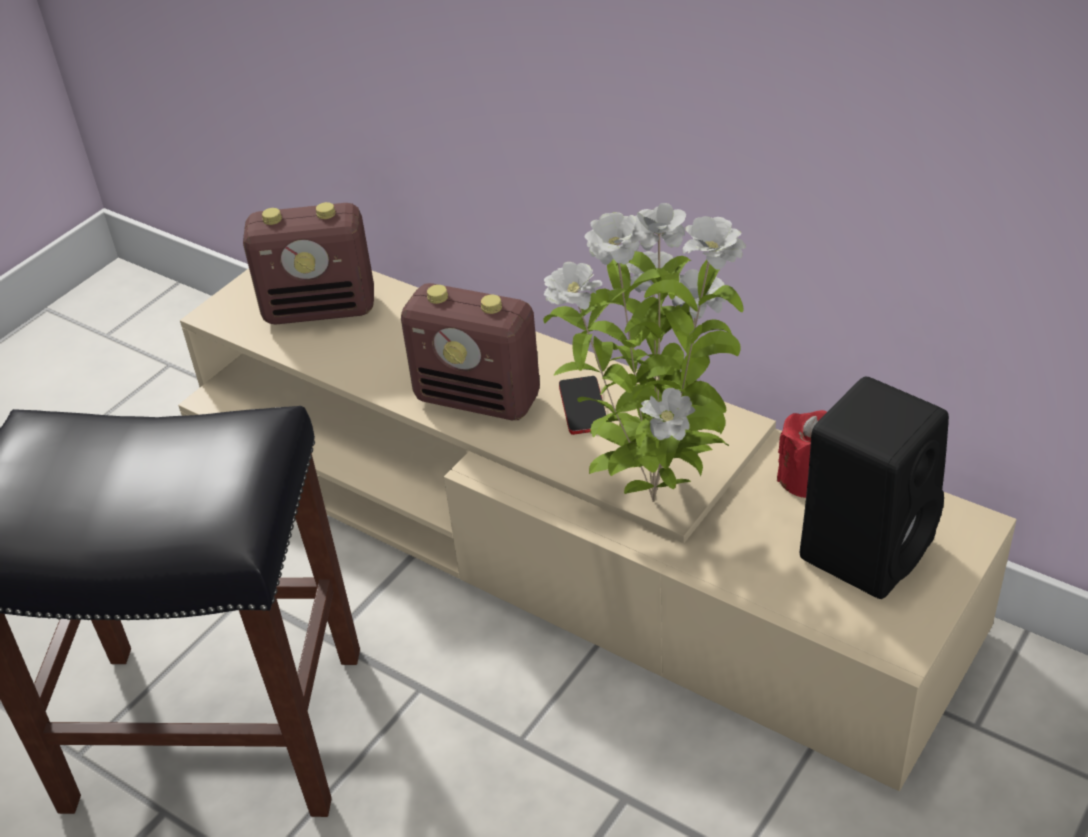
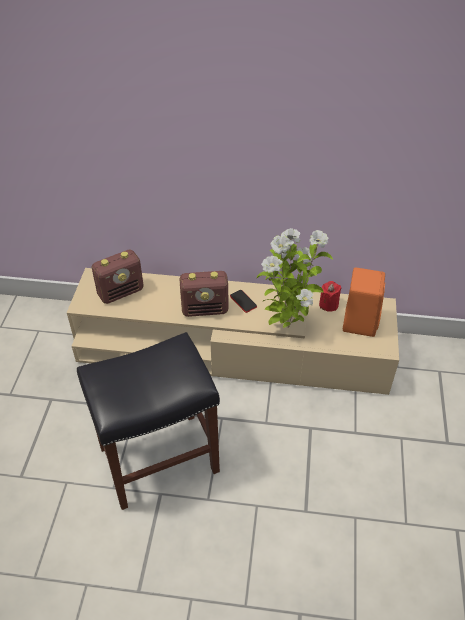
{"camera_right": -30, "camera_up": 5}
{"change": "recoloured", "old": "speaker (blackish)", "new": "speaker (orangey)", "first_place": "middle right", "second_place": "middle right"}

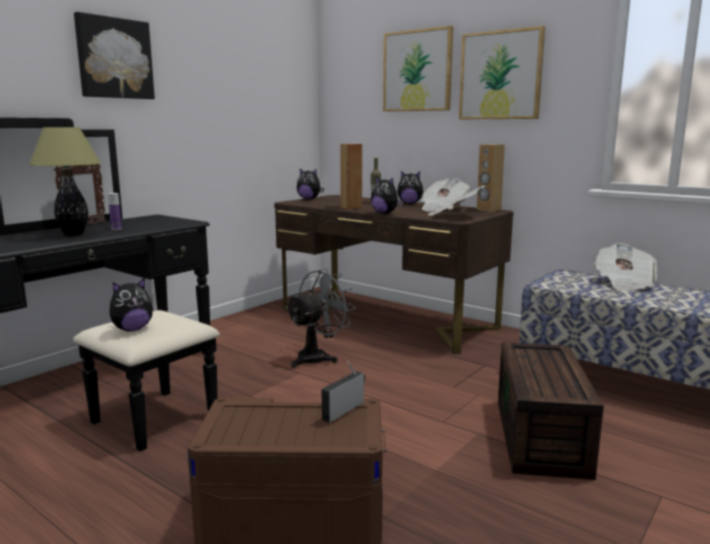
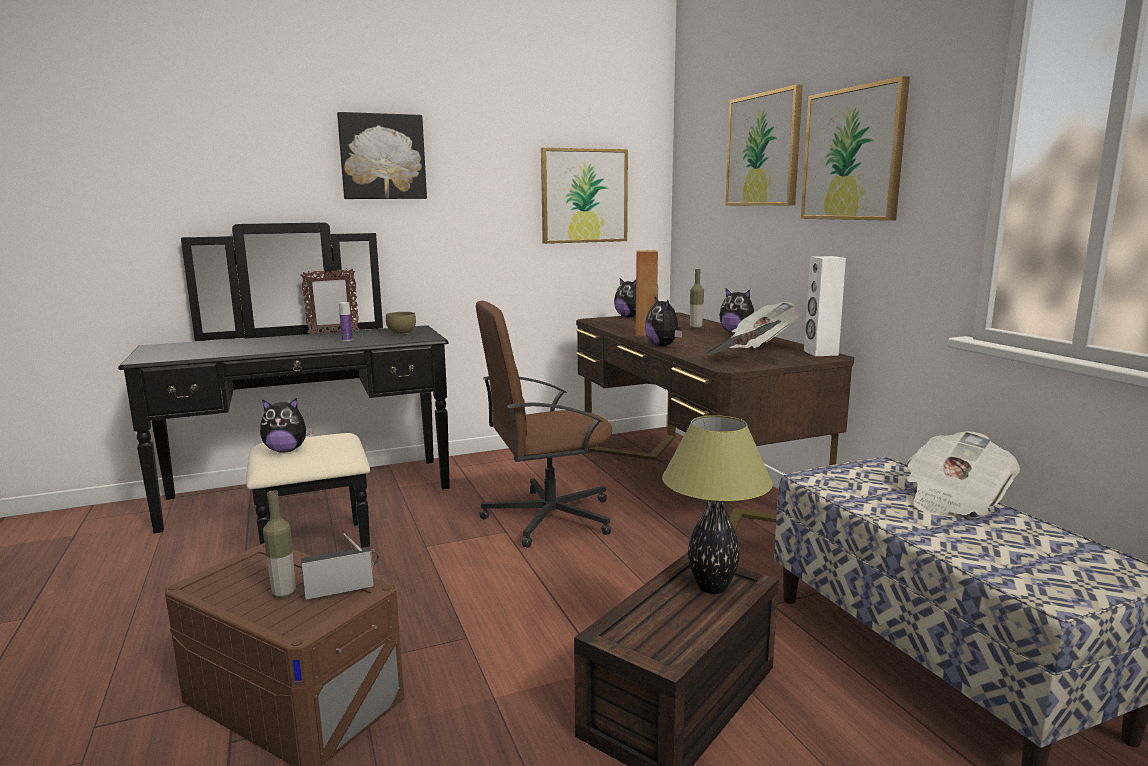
{"camera_right": 30, "camera_up": 0}
{"change": "added", "new": "bottle (1st from left)", "second_place": "bottom left"}
{"change": "added", "new": "bowl (brownish)", "second_place": "centre"}
{"change": "replaced", "old": "fan (greyish)", "new": "desk chair (brownish)", "first_place": "centre", "second_place": "centre"}
{"change": "added", "new": "wall art (2nd from left)", "second_place": "top centre"}
{"change": "moved", "old": "table lamp", "first_place": "top left", "second_place": "centre"}
{"change": "recoloured", "old": "speaker (brownish) (2nd from left)", "new": "speaker (whitish)", "first_place": "top right", "second_place": "middle right"}

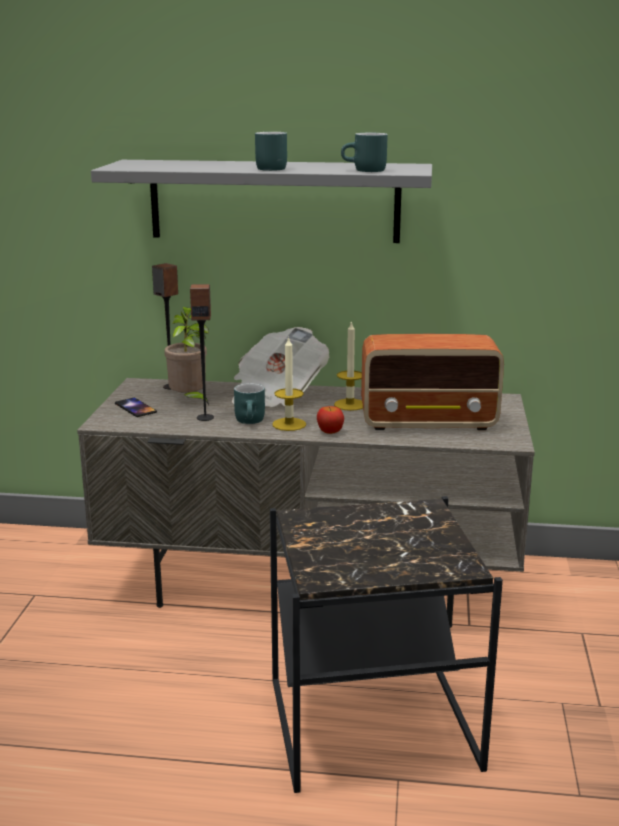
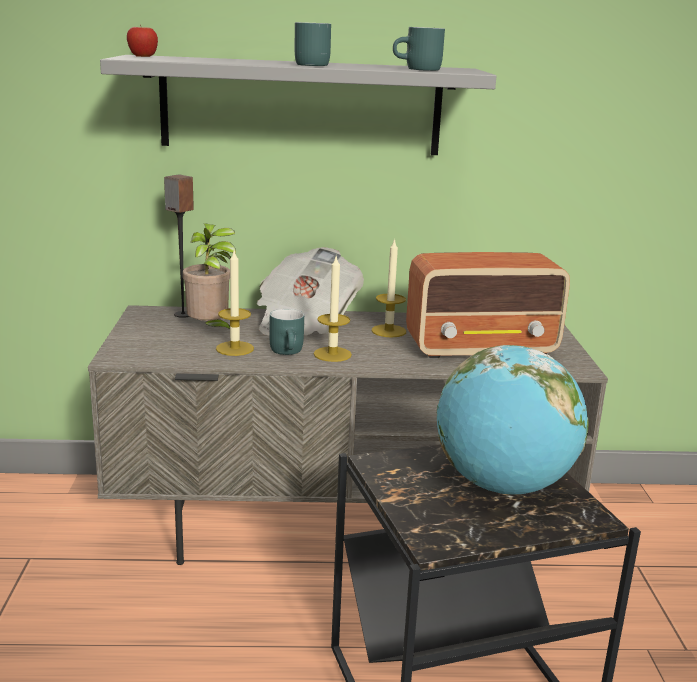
{"camera_right": -10, "camera_up": 0}
{"change": "moved", "old": "apple fruit", "first_place": "centre", "second_place": "top left"}
{"change": "replaced", "old": "speaker (2nd from left)", "new": "wax light (1st from left)", "first_place": "middle left", "second_place": "centre"}
{"change": "added", "new": "globe", "second_place": "middle right"}
{"change": "removed", "old": "handset", "first_place": "middle left"}

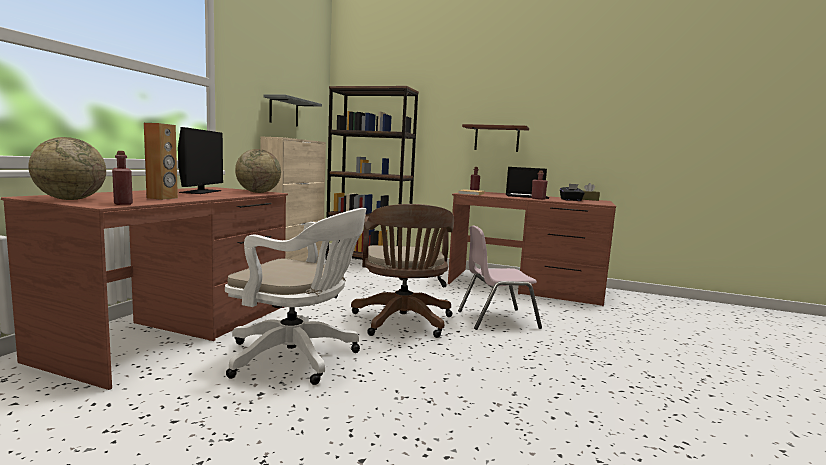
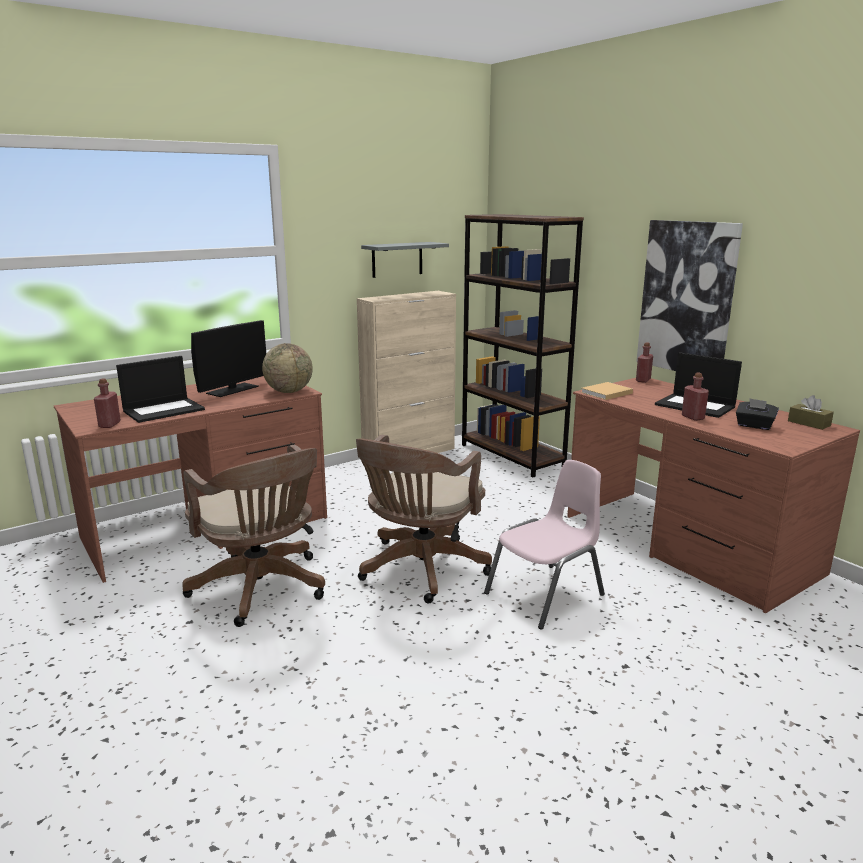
{"camera_right": 35, "camera_up": 10}
{"change": "replaced", "old": "speaker (brownish)", "new": "portable computer (1st from left)", "first_place": "middle left", "second_place": "middle left"}
{"change": "recoloured", "old": "desk chair (whitish)", "new": "desk chair (brownish) (1st from left)", "first_place": "centre", "second_place": "middle left"}
{"change": "turned", "old": "chair (pink-coloured)", "first_place": "centre", "second_place": "centre", "degrees": 120}
{"change": "replaced", "old": "wall shelf (brownish)", "new": "wall art", "first_place": "top centre", "second_place": "middle right"}
{"change": "removed", "old": "globe (1st from left)", "first_place": "middle left"}

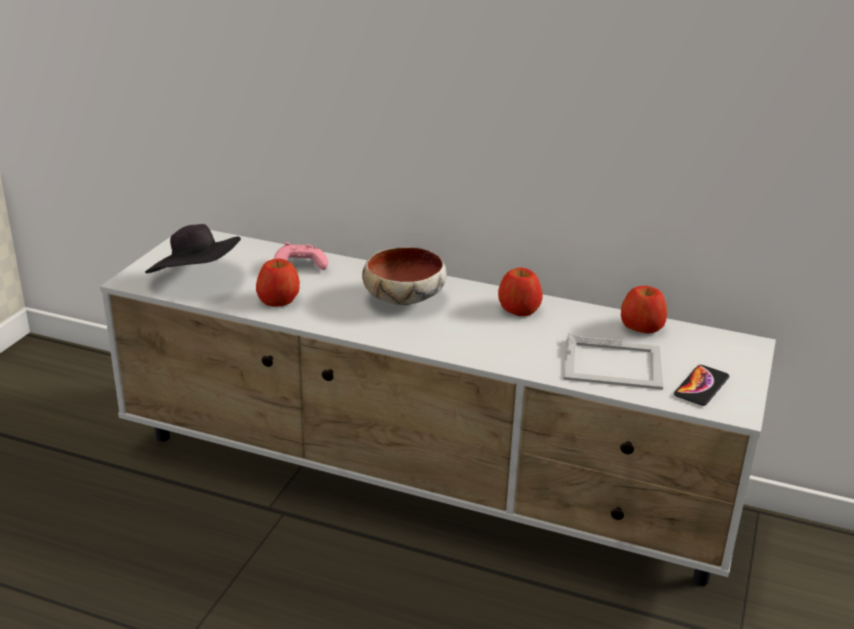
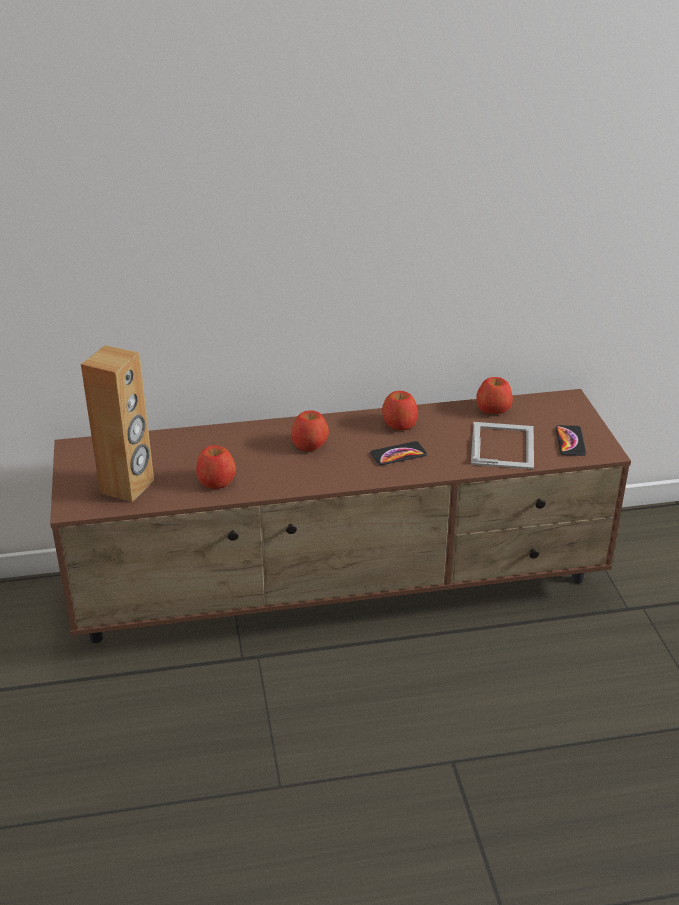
{"camera_right": -30, "camera_up": 5}
{"change": "recoloured", "old": "tv stand (whitish)", "new": "tv stand (brownish)", "first_place": "centre", "second_place": "centre"}
{"change": "replaced", "old": "wearable hat (blackish)", "new": "speaker (brownish)", "first_place": "middle left", "second_place": "middle left"}
{"change": "replaced", "old": "bowl", "new": "apple fruit (2nd from left)", "first_place": "centre", "second_place": "centre"}
{"change": "added", "new": "handset (1st from left)", "second_place": "centre"}
{"change": "turned", "old": "standing frame", "first_place": "middle right", "second_place": "middle right", "degrees": -60}
{"change": "removed", "old": "joypad (pink-coloured)", "first_place": "centre"}

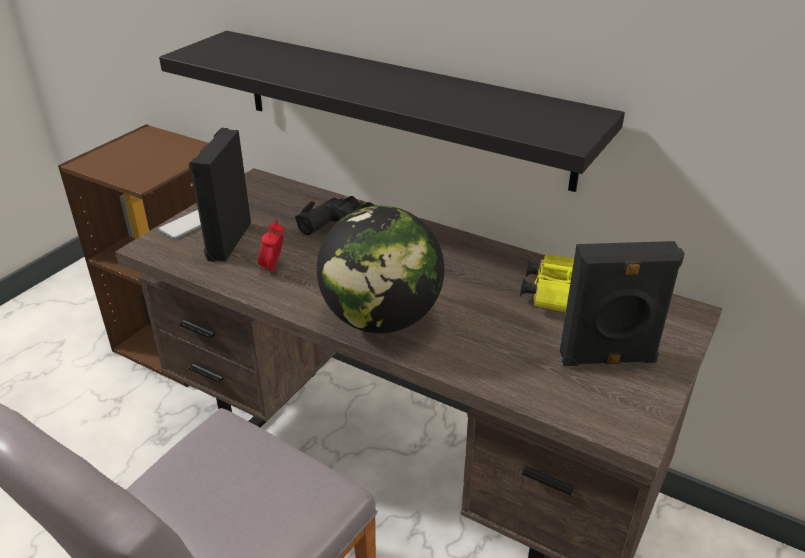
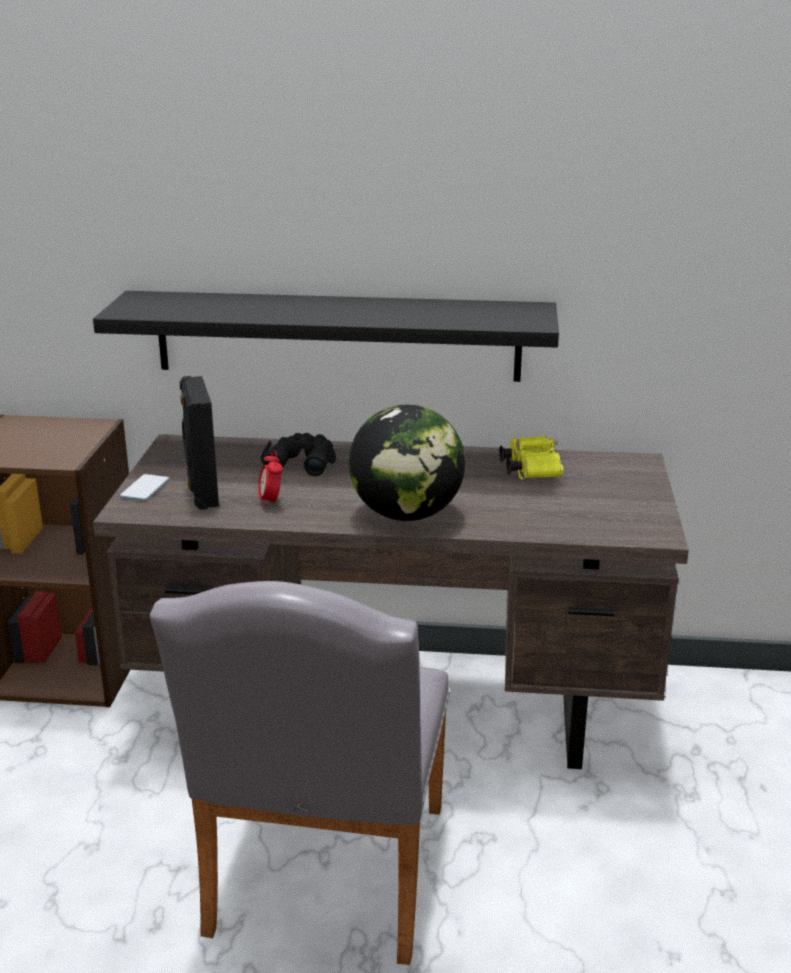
{"camera_right": -25, "camera_up": -10}
{"change": "removed", "old": "speaker (blackish) (2nd from left)", "first_place": "middle right"}

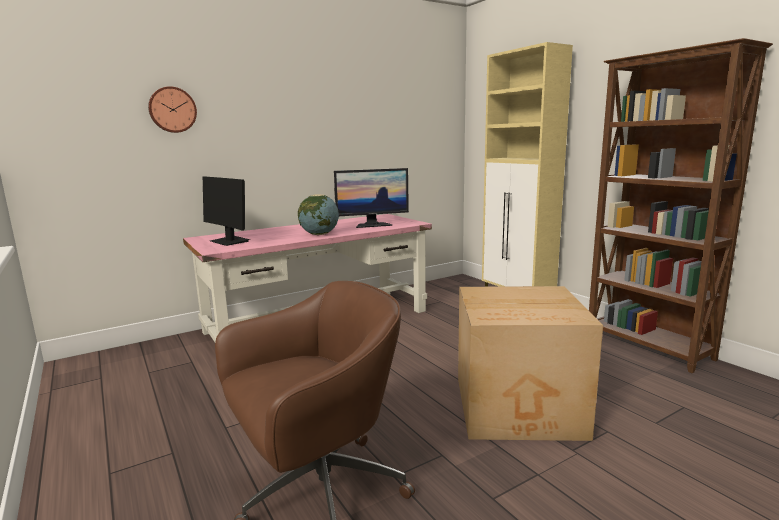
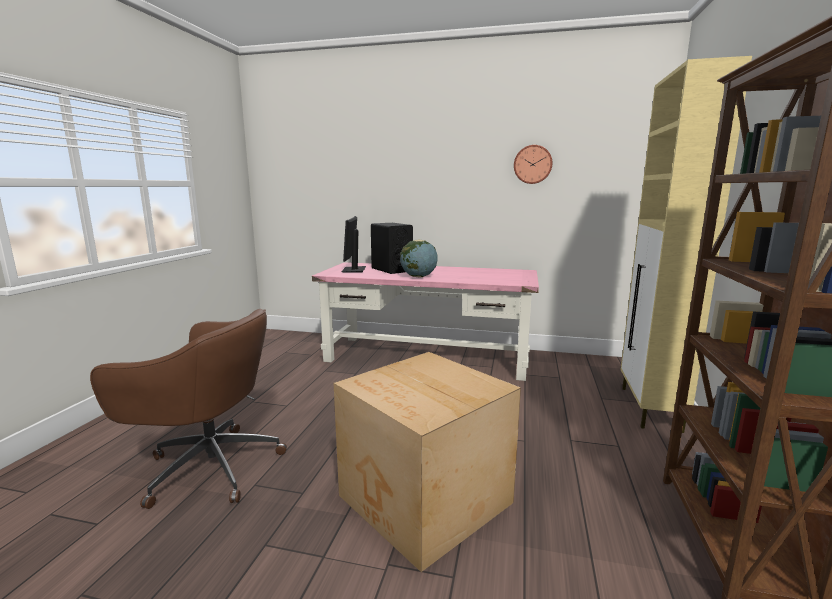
{"camera_right": 45, "camera_up": 0}
{"change": "added", "new": "speaker (blackish)", "second_place": "centre"}
{"change": "moved", "old": "clock on the wall", "first_place": "top left", "second_place": "top centre"}
{"change": "removed", "old": "computer display (2nd from left)", "first_place": "centre"}

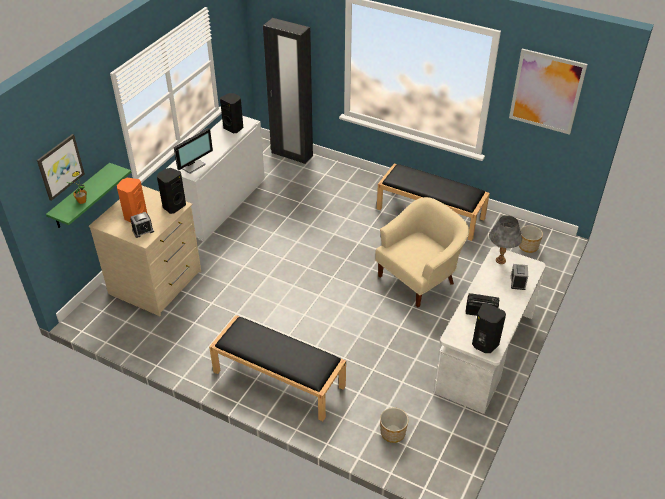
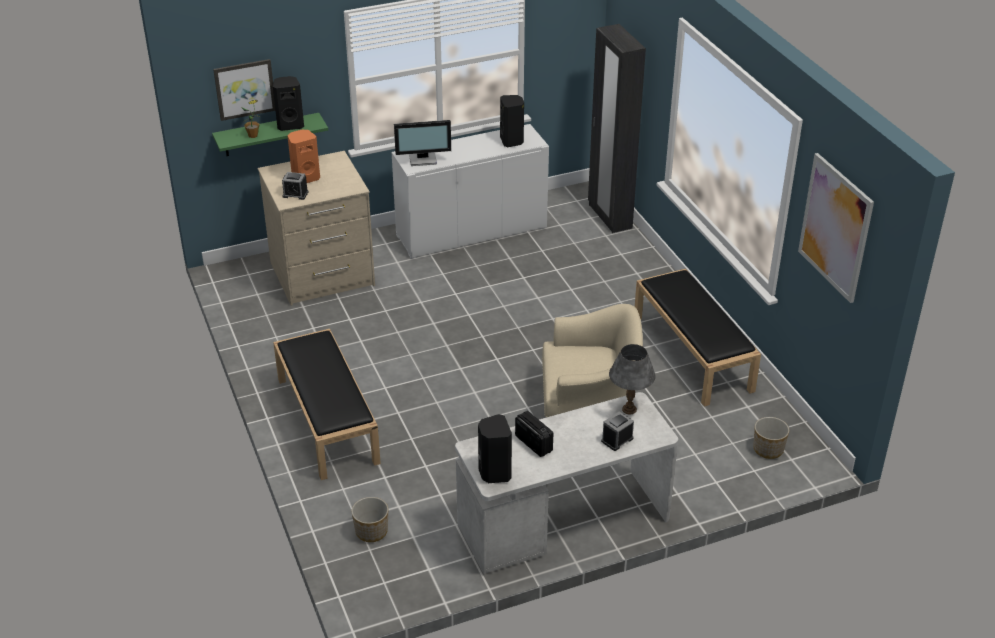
{"camera_right": 40, "camera_up": -5}
{"change": "moved", "old": "speaker (blackish) (1st from left)", "first_place": "middle left", "second_place": "top left"}

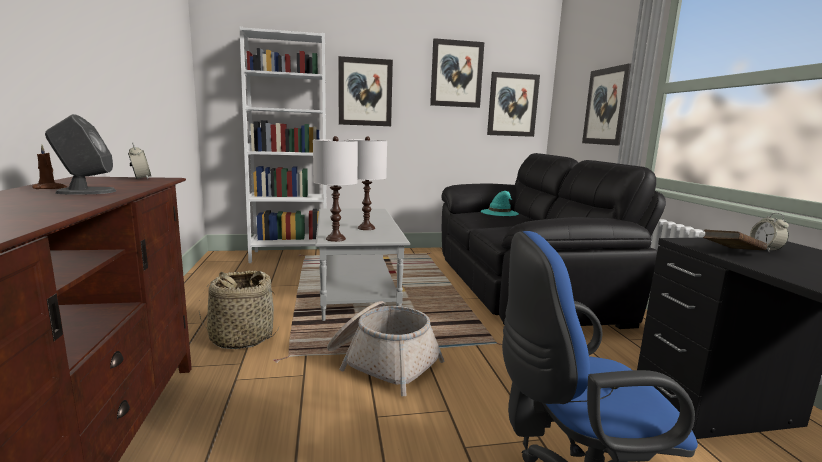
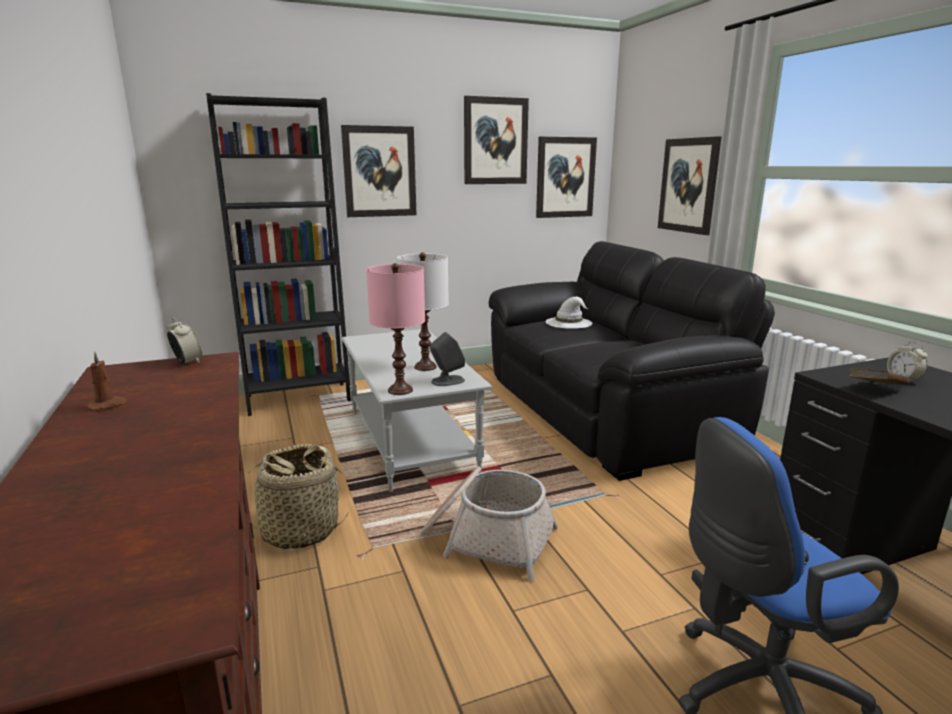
{"camera_right": -10, "camera_up": 5}
{"change": "recoloured", "old": "bookcase (whitish)", "new": "bookcase (blackish)", "first_place": "top centre", "second_place": "middle left"}
{"change": "recoloured", "old": "table lamp (whitish) (1st from left)", "new": "table lamp (pink-coloured)", "first_place": "centre", "second_place": "centre"}
{"change": "moved", "old": "speaker (greyish)", "first_place": "middle left", "second_place": "centre"}
{"change": "recoloured", "old": "wearable hat (turquoise)", "new": "wearable hat (whitish)", "first_place": "centre", "second_place": "centre"}

